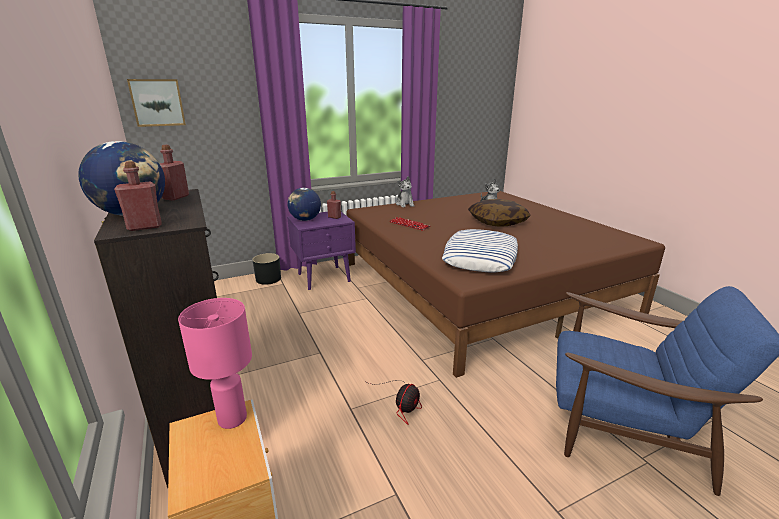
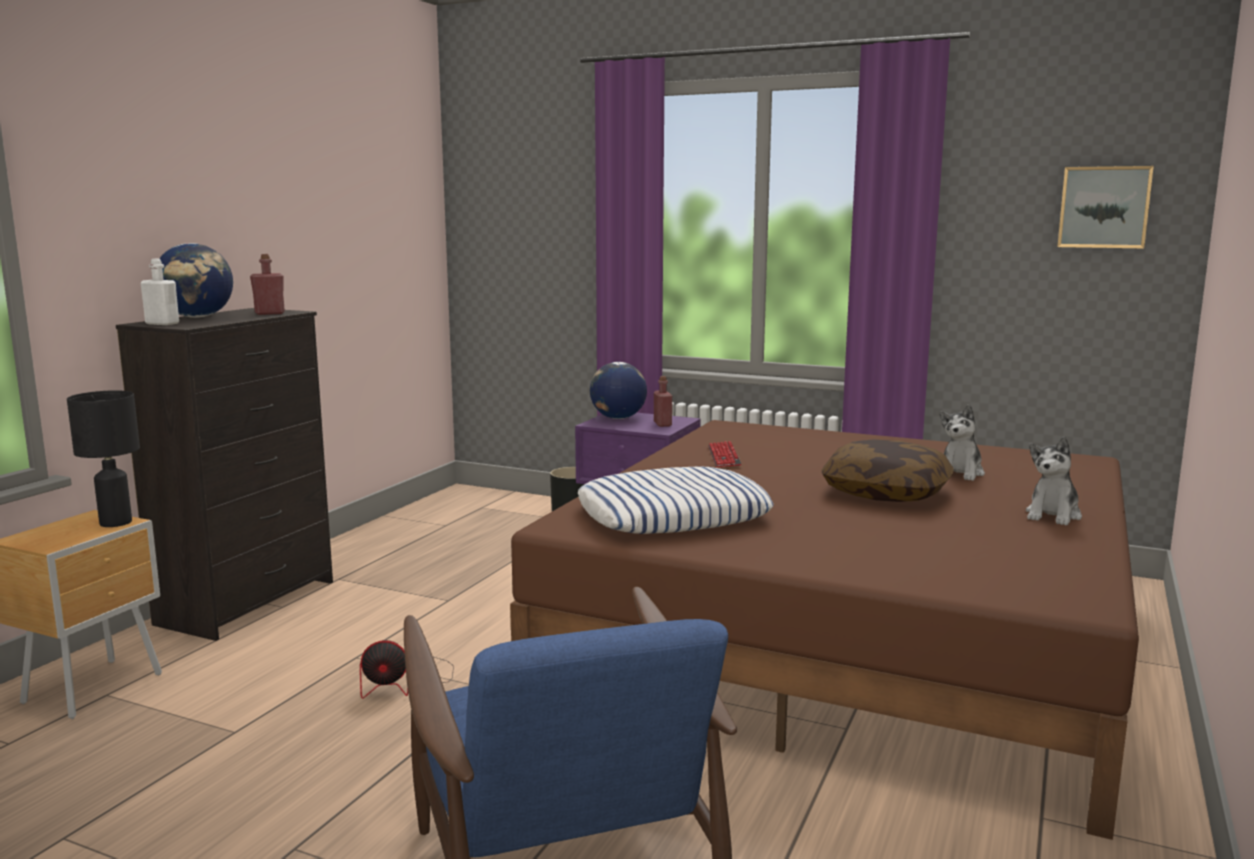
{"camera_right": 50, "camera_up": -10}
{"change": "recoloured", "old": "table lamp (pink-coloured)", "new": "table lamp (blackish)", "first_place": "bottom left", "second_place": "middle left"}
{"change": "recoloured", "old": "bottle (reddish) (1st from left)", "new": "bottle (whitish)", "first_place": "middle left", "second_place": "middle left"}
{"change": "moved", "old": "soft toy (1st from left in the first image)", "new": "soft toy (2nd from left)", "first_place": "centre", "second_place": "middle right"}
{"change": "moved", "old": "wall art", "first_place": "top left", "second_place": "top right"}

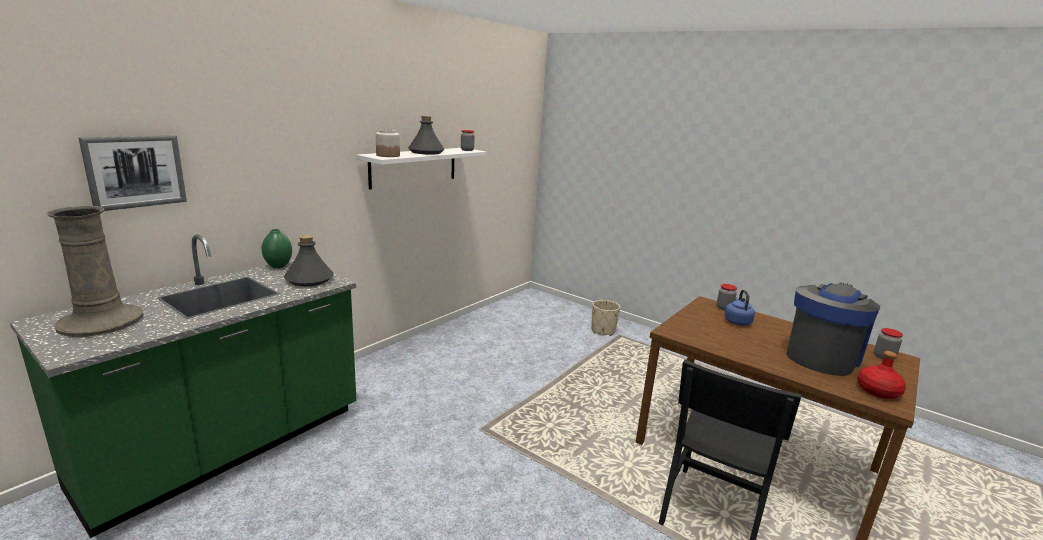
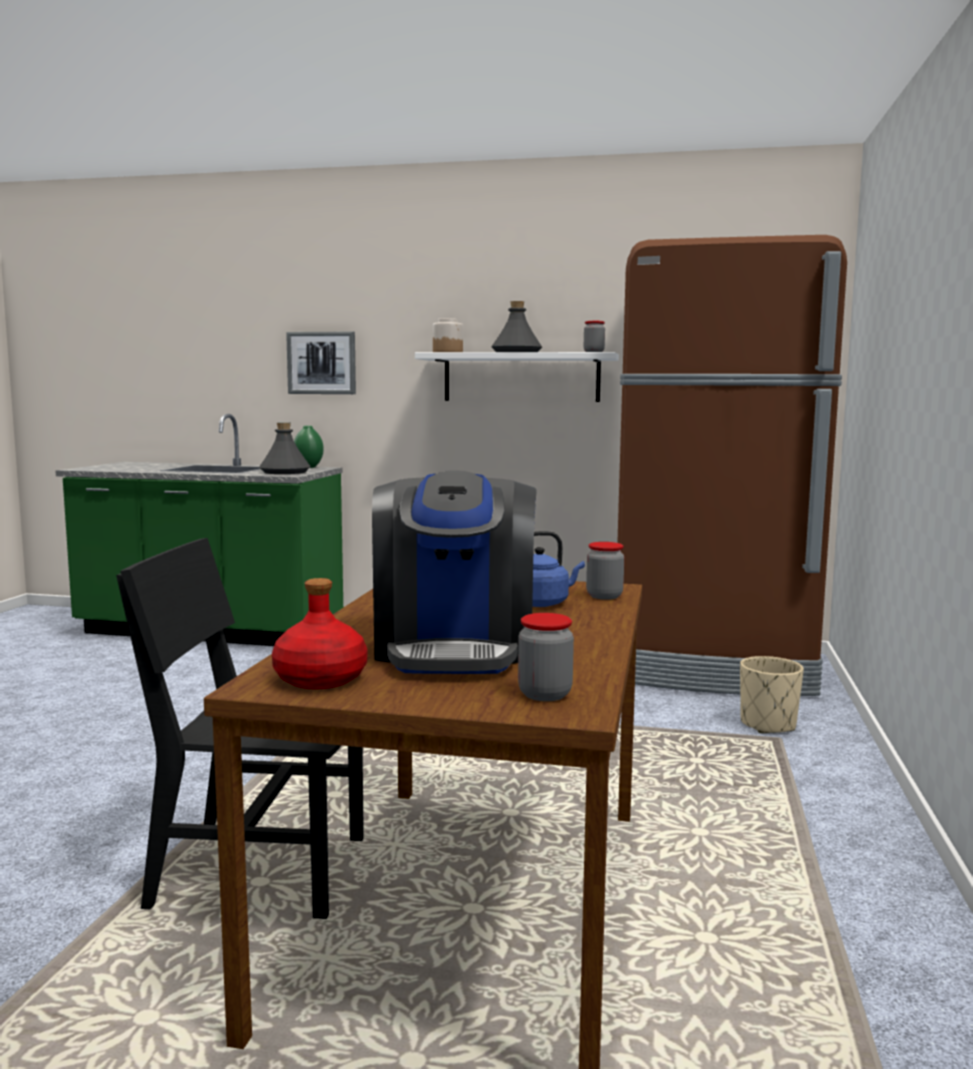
{"camera_right": 65, "camera_up": -10}
{"change": "moved", "old": "wall art", "first_place": "top left", "second_place": "middle left"}
{"change": "turned", "old": "coffee brewer", "first_place": "middle right", "second_place": "centre", "degrees": 75}
{"change": "added", "new": "refrigerator (brownish)", "second_place": "middle right"}
{"change": "removed", "old": "flower vase (beige)", "first_place": "middle left"}

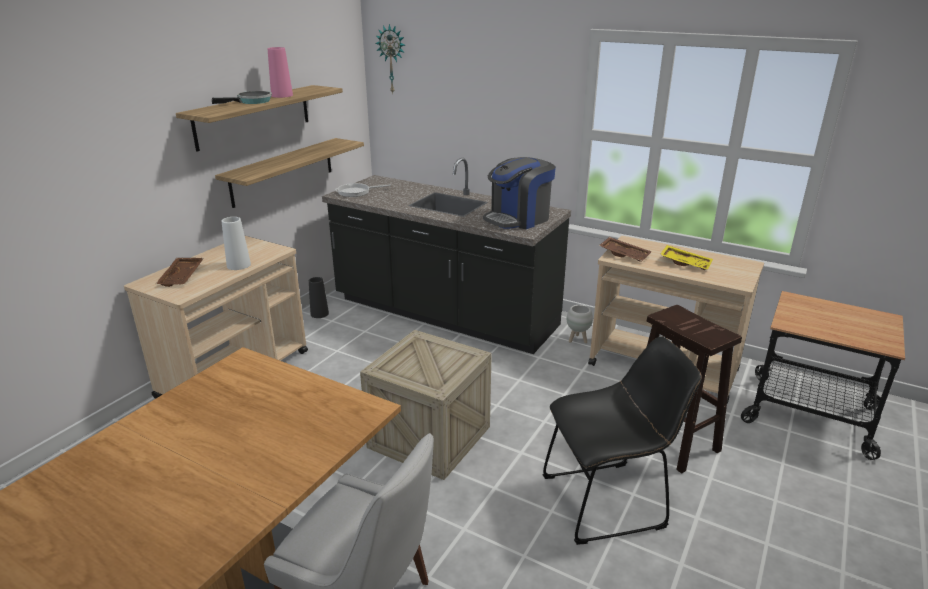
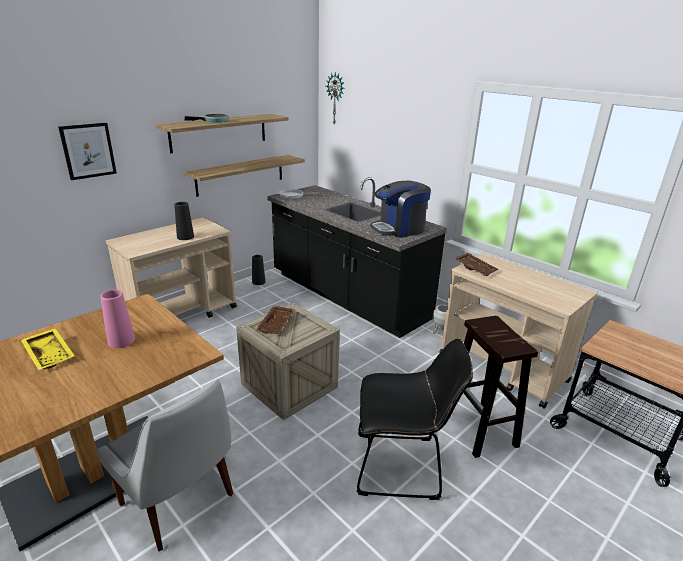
{"camera_right": 15, "camera_up": 0}
{"change": "moved", "old": "serving tray (yellow-coloured)", "first_place": "middle right", "second_place": "middle left"}
{"change": "added", "new": "wall art", "second_place": "top left"}
{"change": "moved", "old": "flower vase (pink-coloured)", "first_place": "top left", "second_place": "middle left"}
{"change": "recoloured", "old": "flower vase (whitish)", "new": "flower vase (blackish) (1st from left)", "first_place": "middle left", "second_place": "middle left"}
{"change": "moved", "old": "serving tray (brownish) (1st from left)", "first_place": "middle left", "second_place": "centre"}

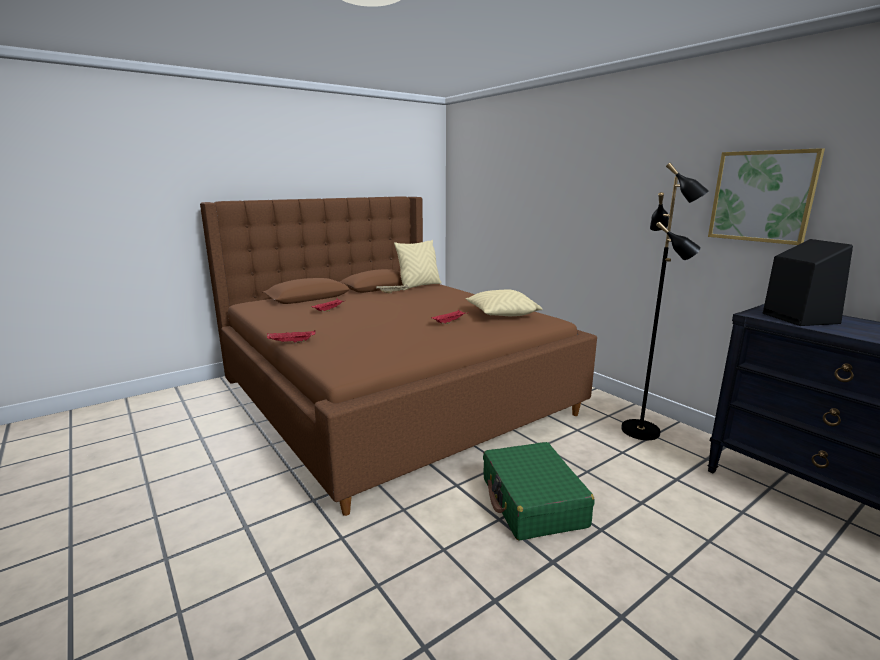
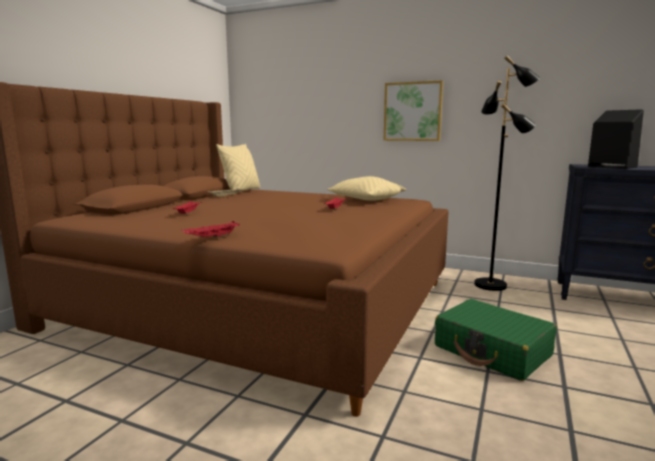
{"camera_right": -30, "camera_up": -5}
{"change": "moved", "old": "wall art", "first_place": "top right", "second_place": "top centre"}

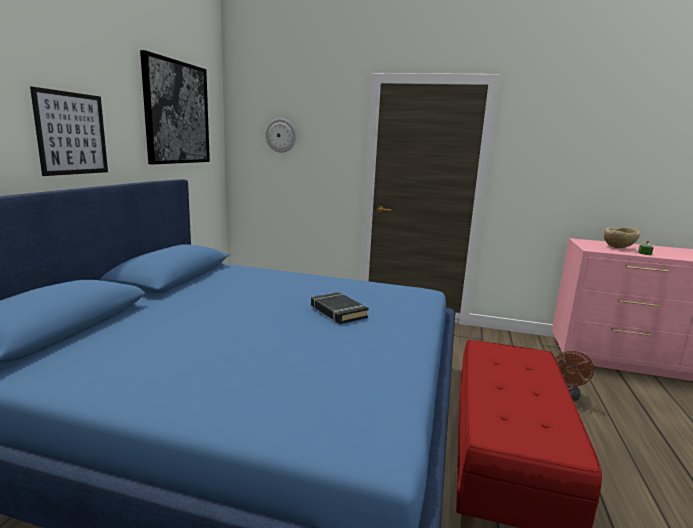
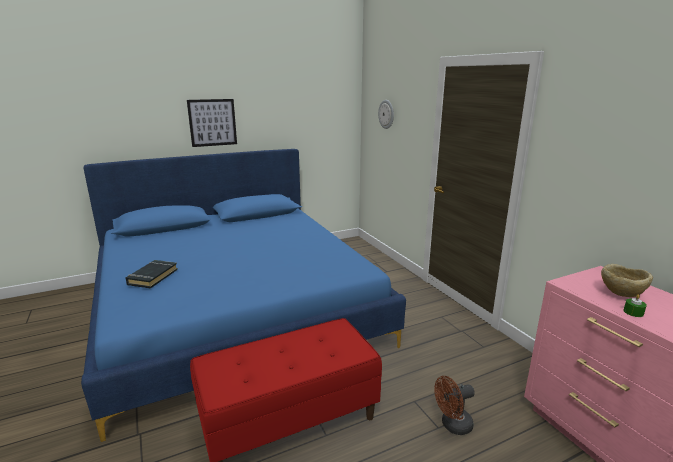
{"camera_right": 50, "camera_up": 5}
{"change": "moved", "old": "volume (blackish)", "first_place": "centre", "second_place": "middle left"}
{"change": "removed", "old": "wall art (2nd from left)", "first_place": "top left"}

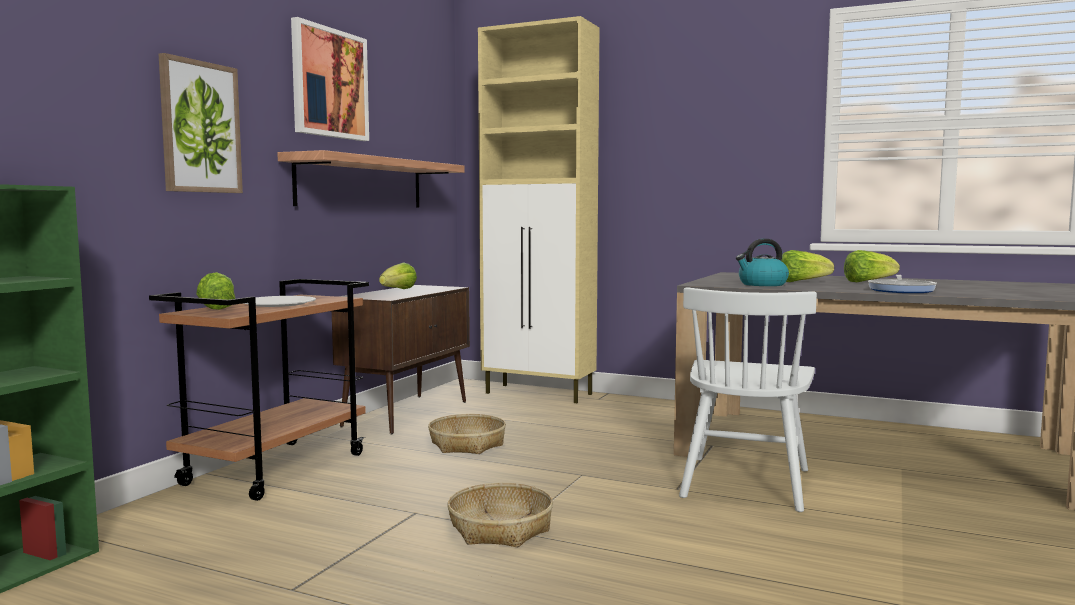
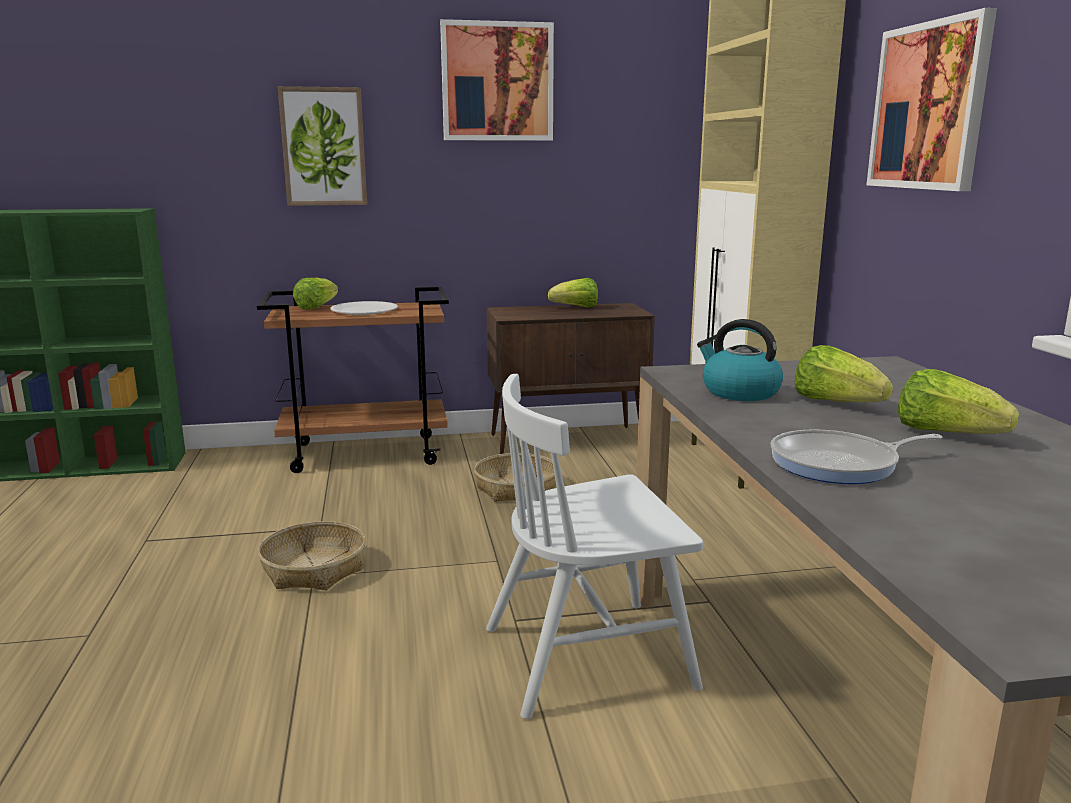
{"camera_right": 55, "camera_up": 10}
{"change": "added", "new": "wall art (3rd from left)", "second_place": "top right"}
{"change": "removed", "old": "wall shelf", "first_place": "top centre"}

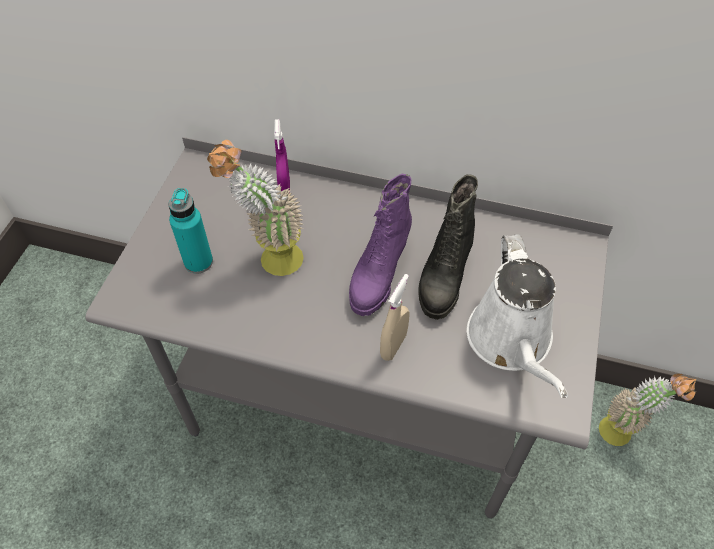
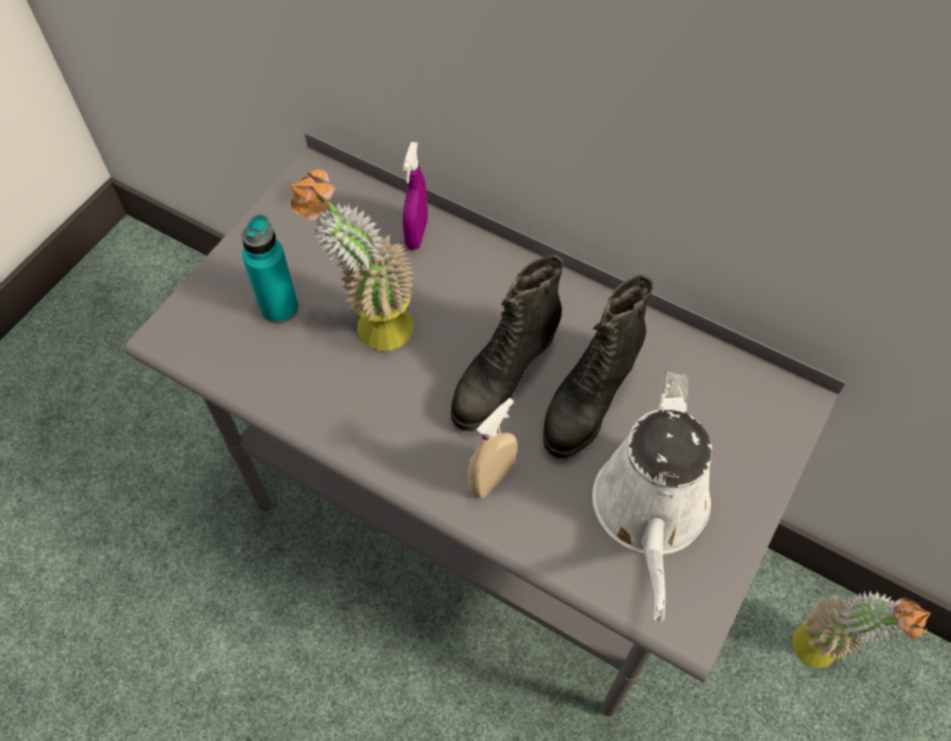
{"camera_right": 15, "camera_up": 5}
{"change": "recoloured", "old": "high-top boot (purple)", "new": "high-top boot (blackish) (1st from left)", "first_place": "centre", "second_place": "centre"}

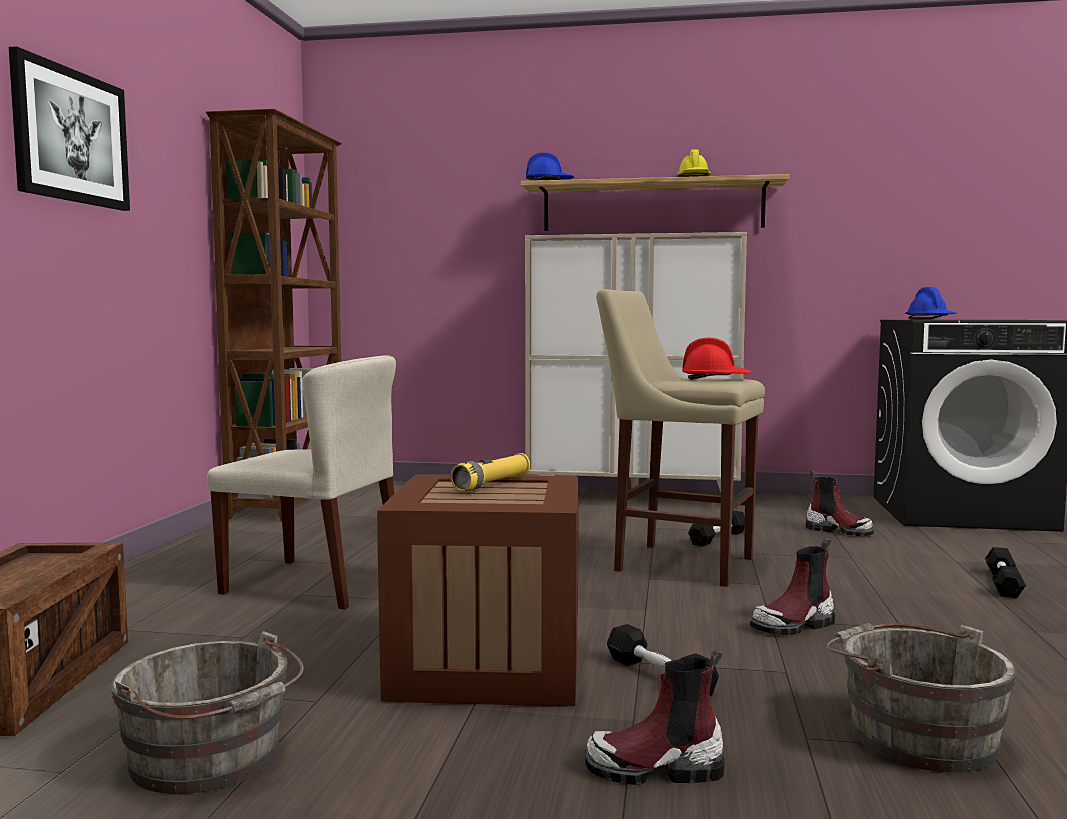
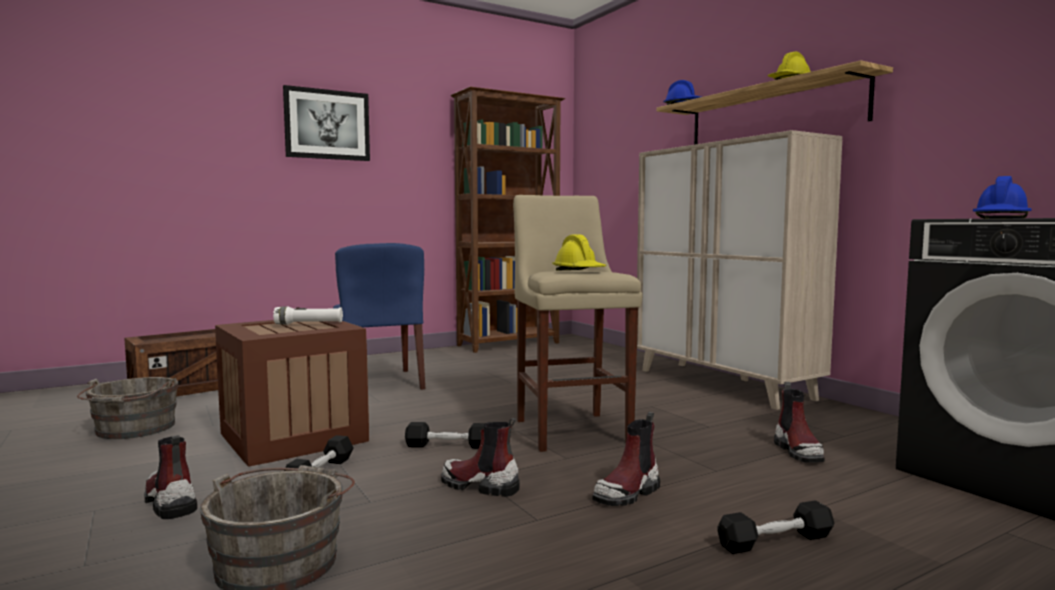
{"camera_right": 50, "camera_up": 0}
{"change": "recoloured", "old": "torch (yellow-coloured)", "new": "torch (whitish)", "first_place": "centre", "second_place": "middle left"}
{"change": "recoloured", "old": "chair (beige)", "new": "chair (blue)", "first_place": "middle left", "second_place": "centre"}
{"change": "moved", "old": "dumbbell (blackish) (2nd from left)", "first_place": "middle right", "second_place": "bottom centre"}
{"change": "recoloured", "old": "safety helmet (reddish)", "new": "safety helmet (yellow-coloured) (1st from left)", "first_place": "middle right", "second_place": "centre"}
{"change": "added", "new": "high-top boot (3rd from left)", "second_place": "bottom centre"}

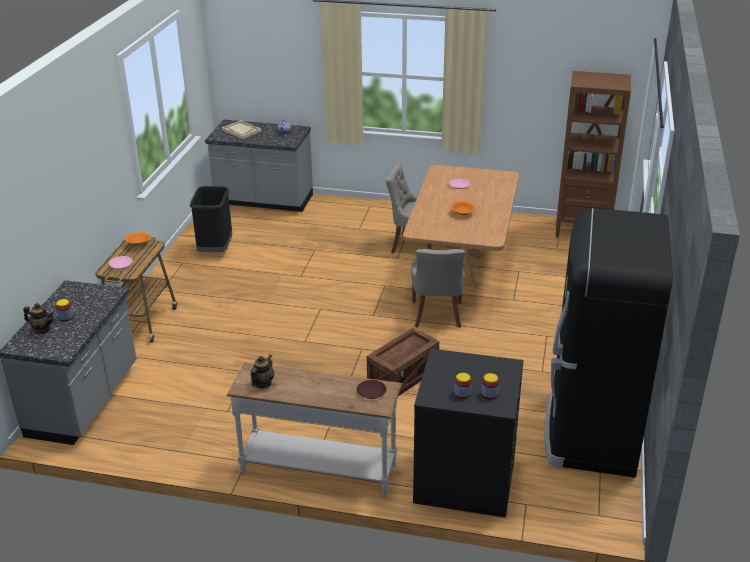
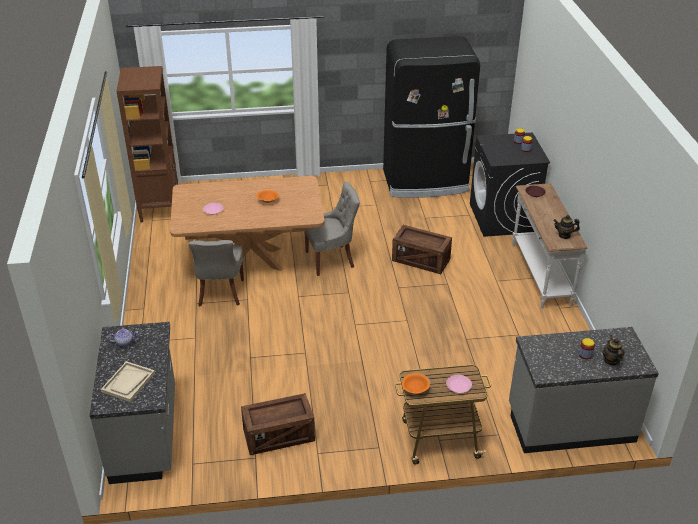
{"camera_right": -110, "camera_up": 5}
{"change": "replaced", "old": "waste bin (blackish)", "new": "crate (1st from left)", "first_place": "middle left", "second_place": "bottom centre"}

